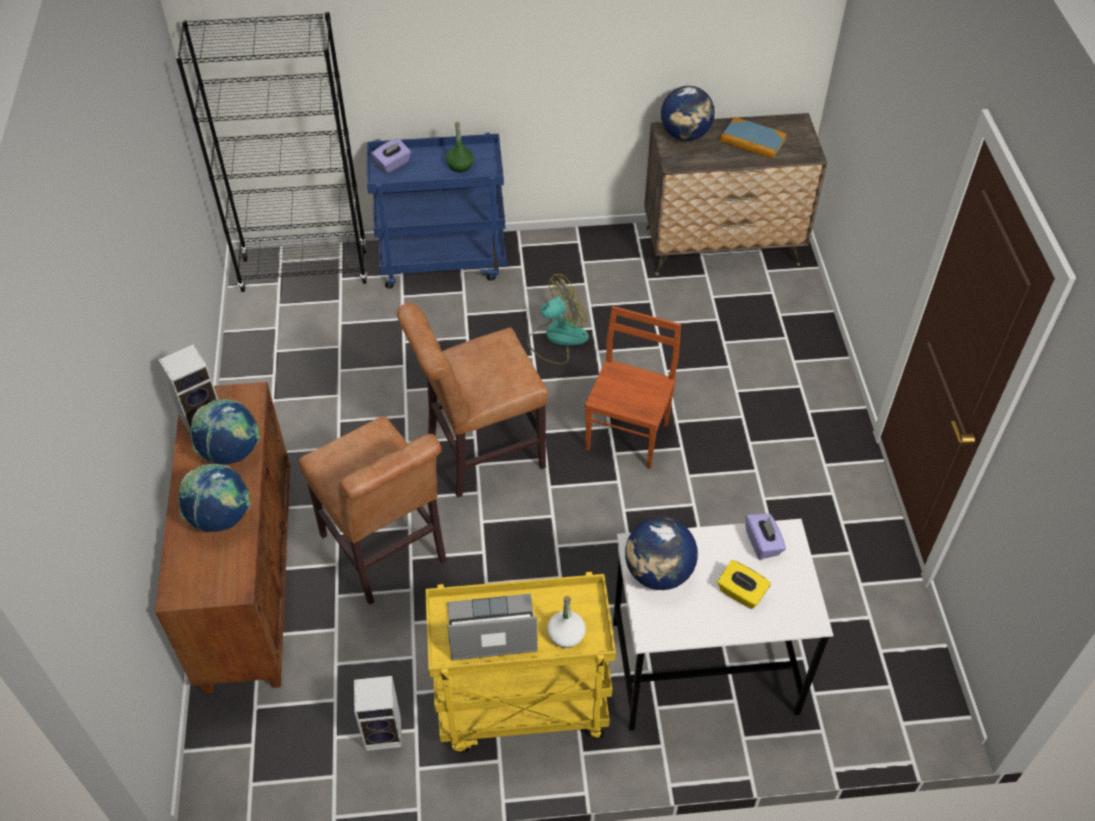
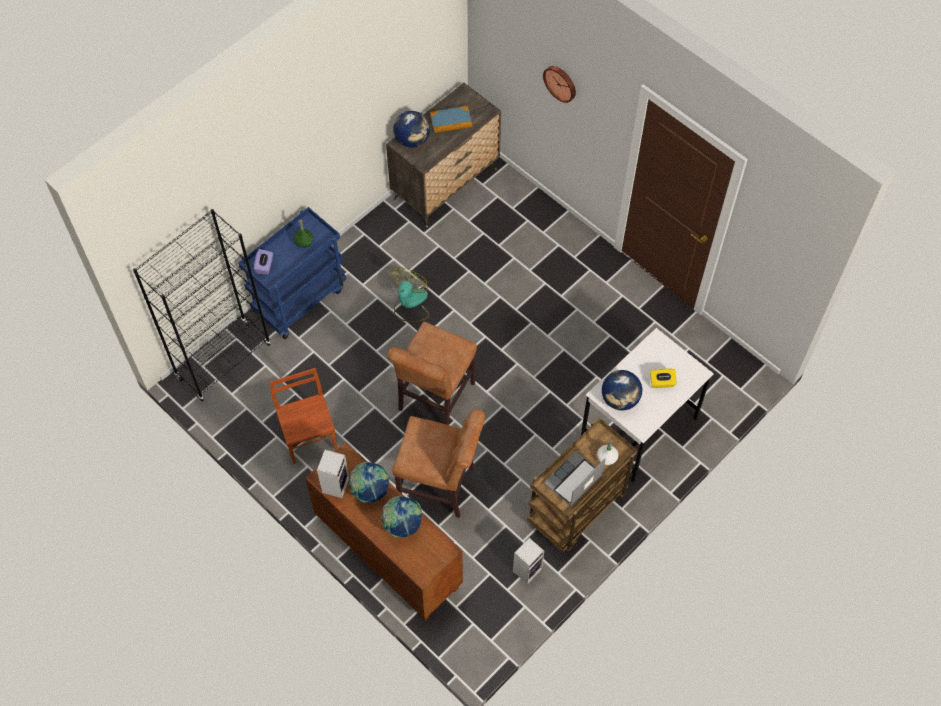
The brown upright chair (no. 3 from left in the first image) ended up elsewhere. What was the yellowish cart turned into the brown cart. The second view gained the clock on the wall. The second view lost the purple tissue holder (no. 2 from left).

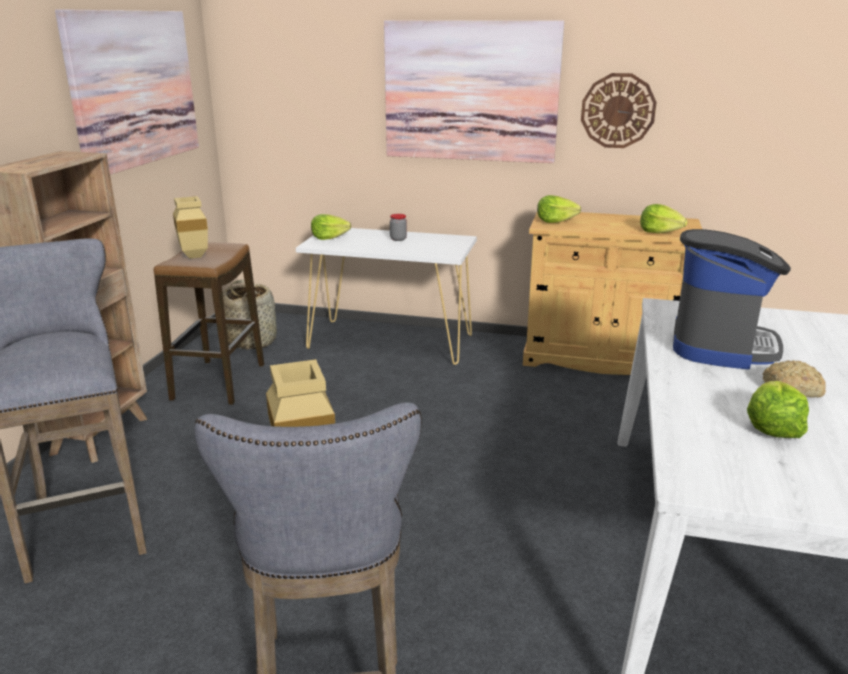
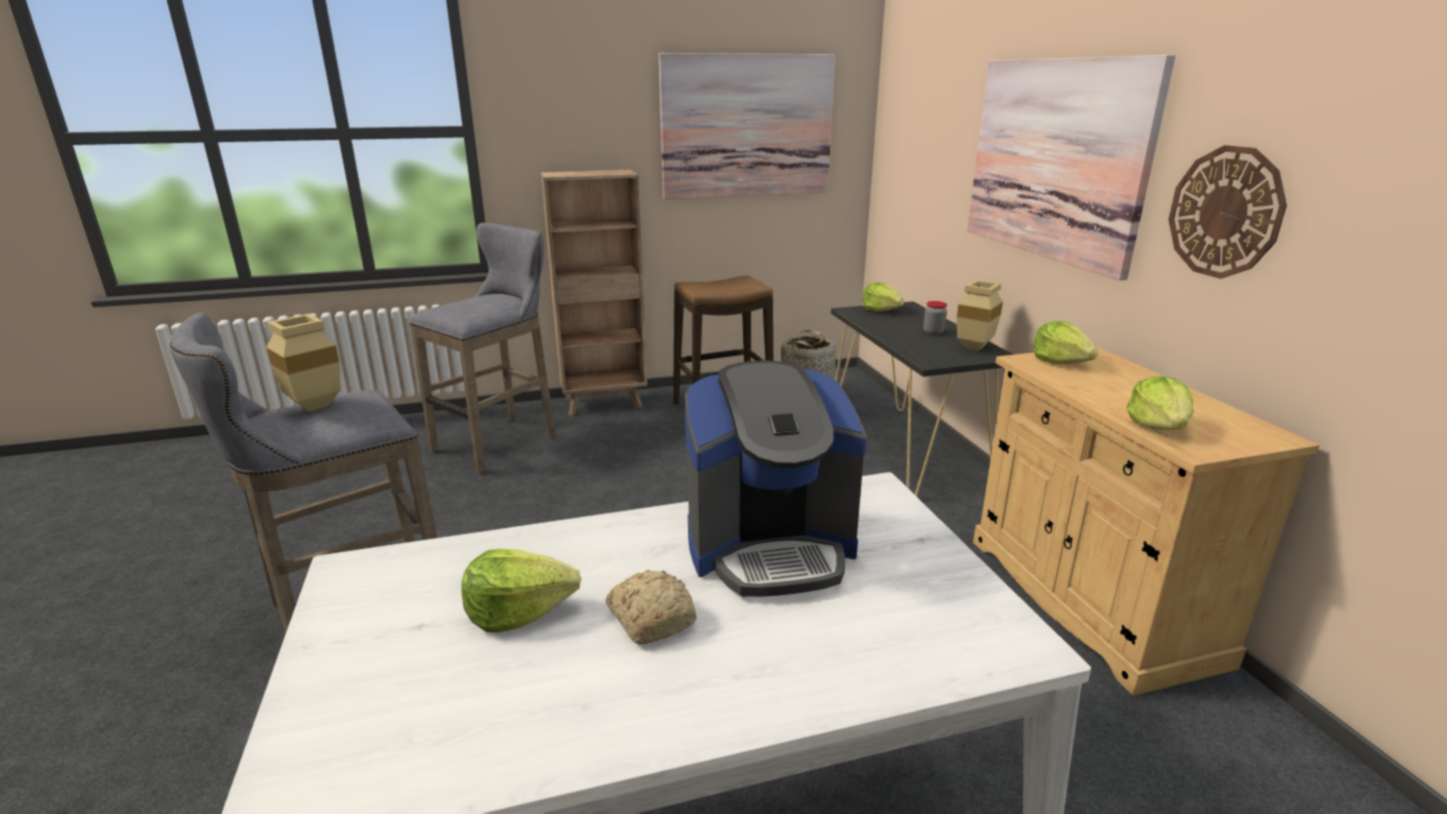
What was the whitish console table turned into the black console table. The beige decorative vase (no. 1 from left in the first image) ended up elsewhere.

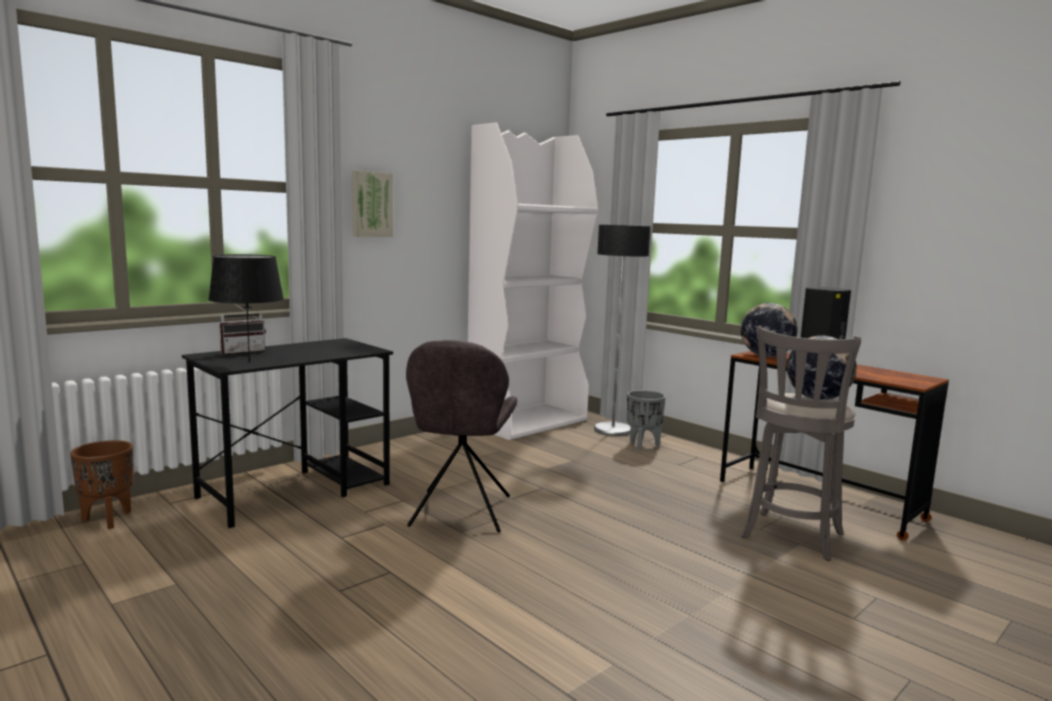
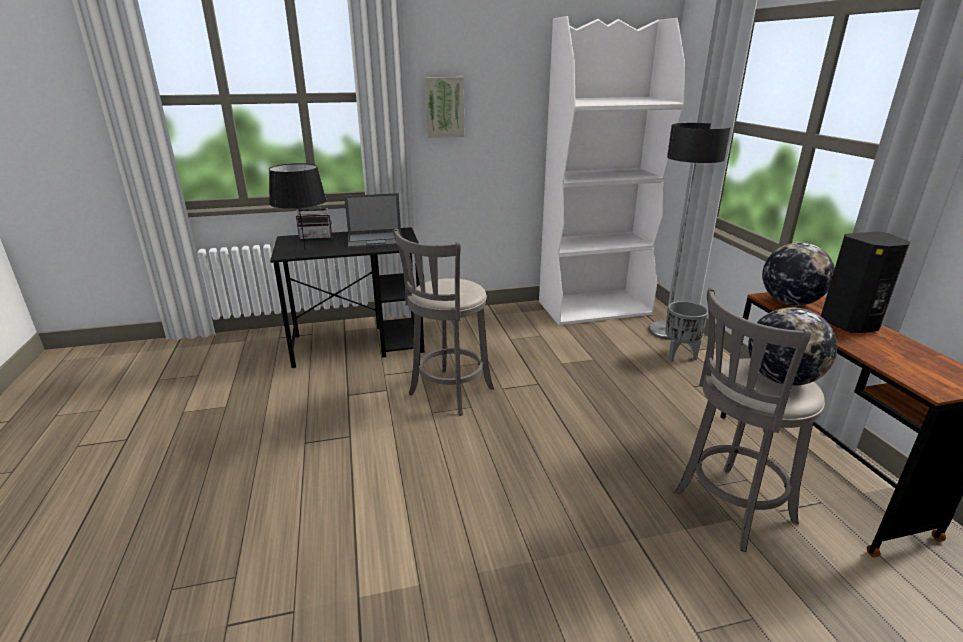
The second view gained the laptop. Where the gray upright chair stood, the gray sitting stool (no. 1 from left) came to stand. The second view lost the brown plant pot.

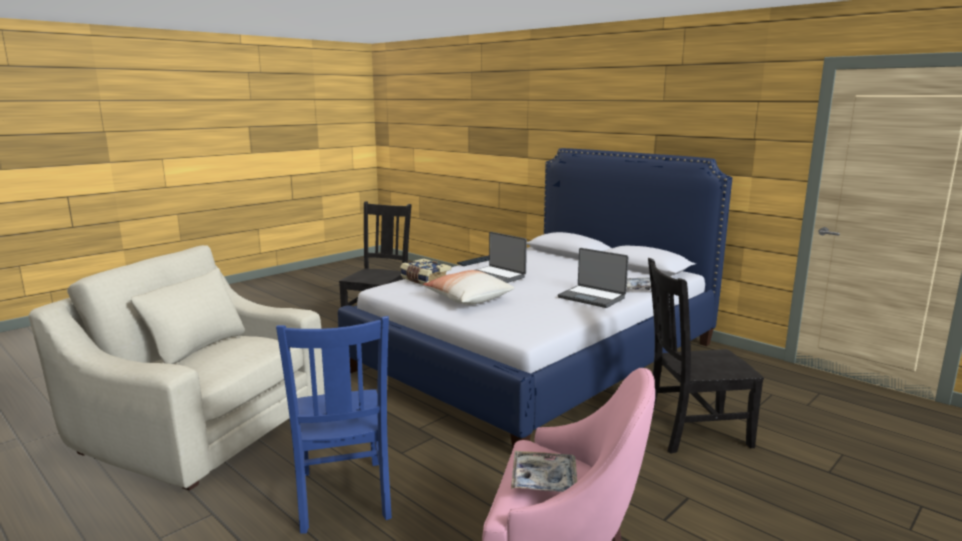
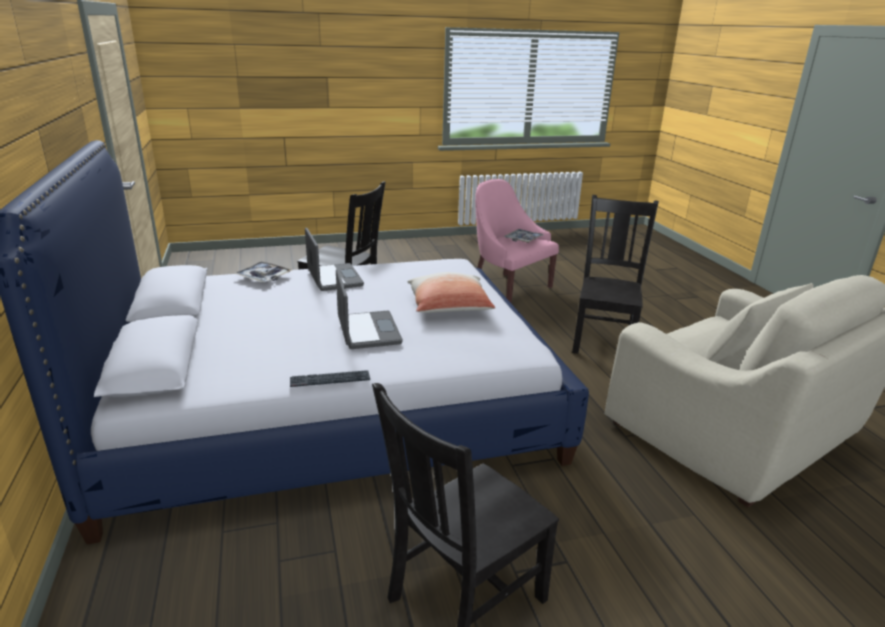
What was the blue-coloured upright chair turned into the black upright chair (no. 3 from left). The second view lost the book.

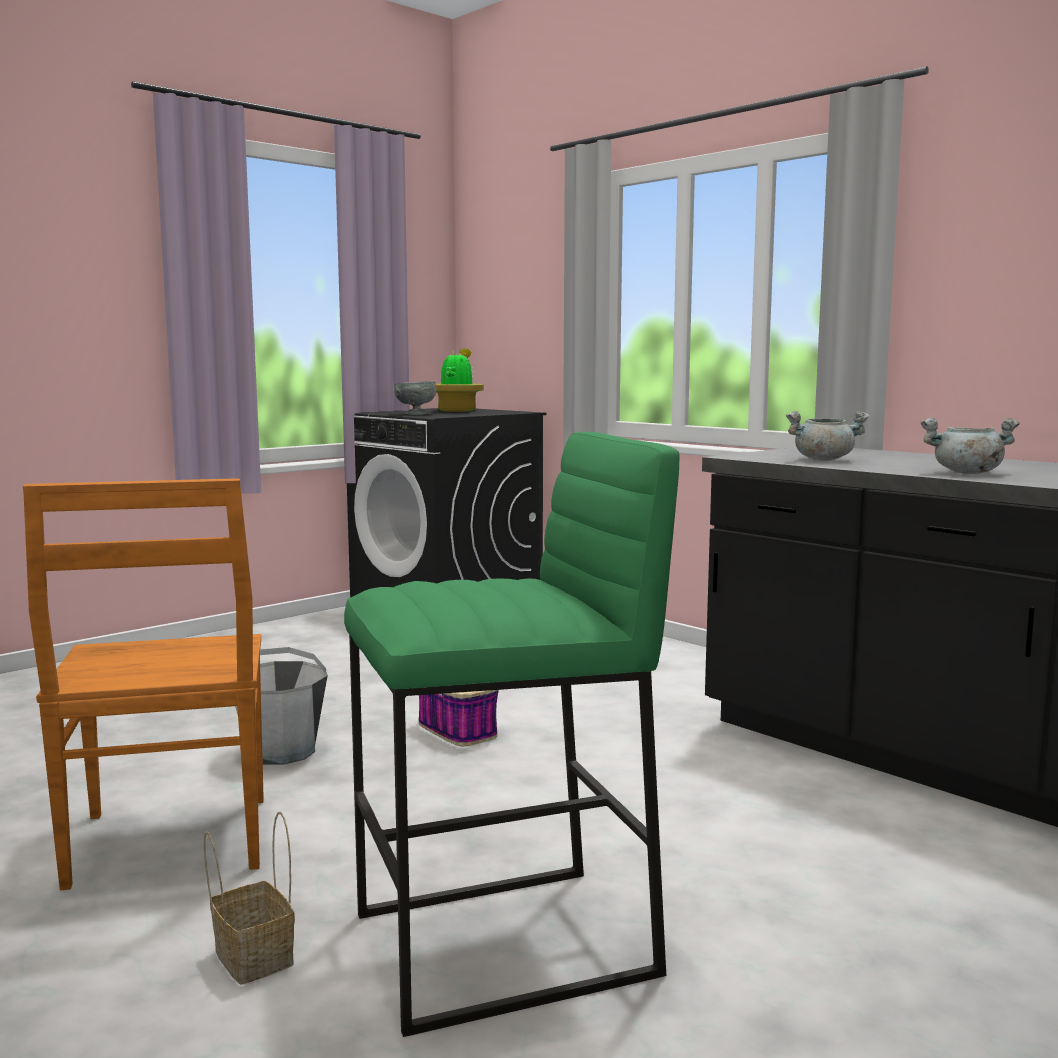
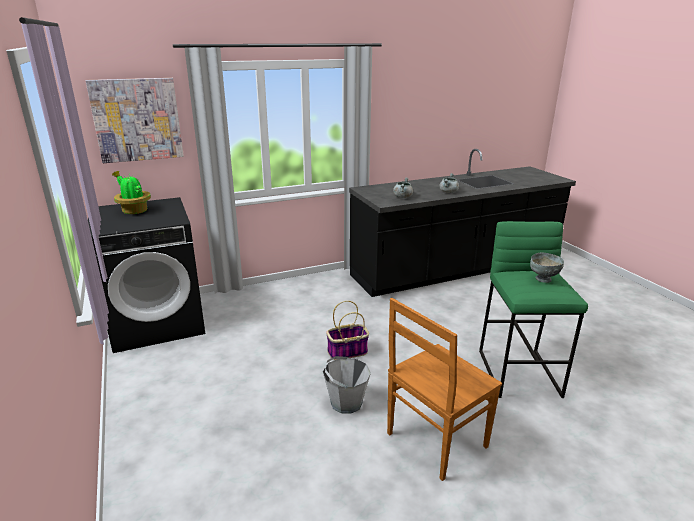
The second view gained the wall picture. The brown upright chair ended up facing another way, 135 degrees clockwise from before. The gray bowl ended up elsewhere. The second view lost the storage basket (no. 1 from left).

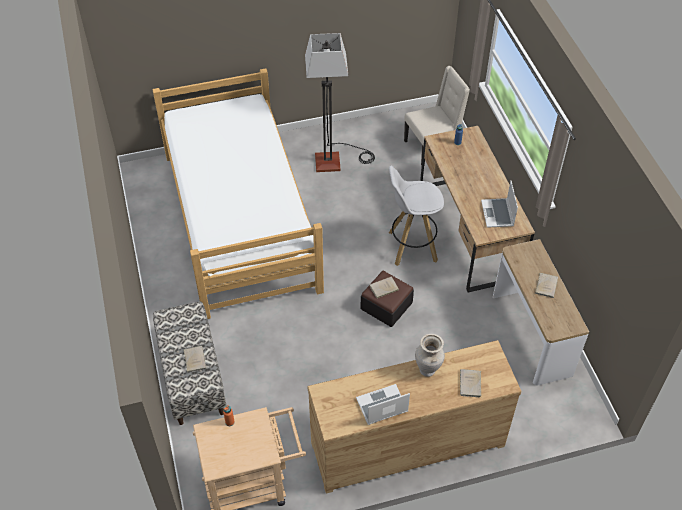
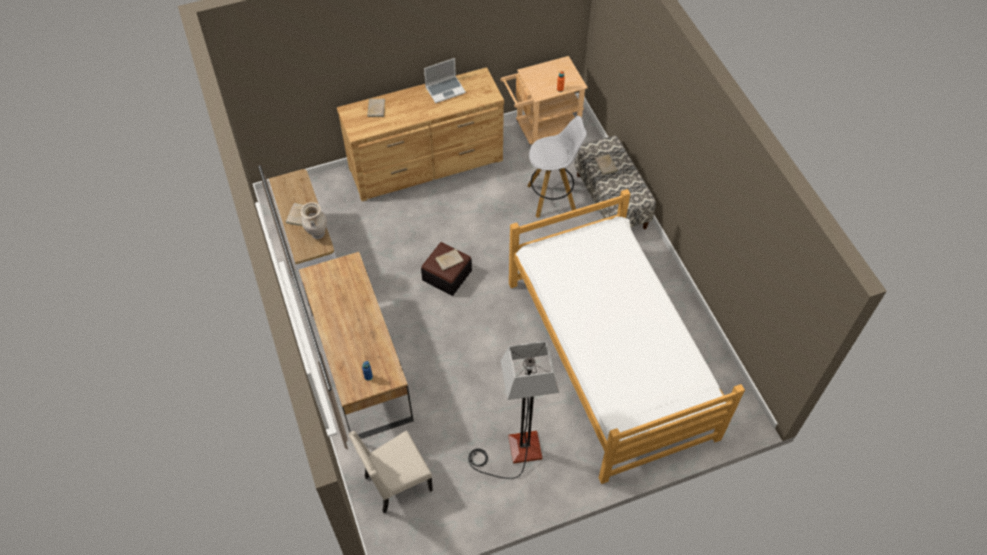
The beige decorative vase ended up elsewhere. The whitish sitting stool ended up elsewhere. The second view lost the laptop (no. 2 from left).

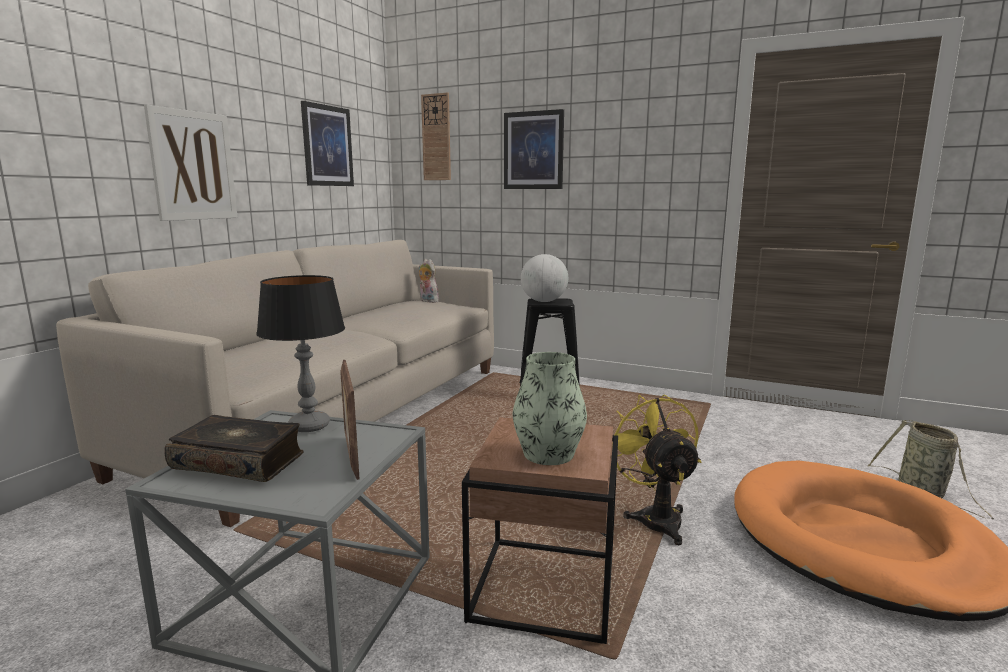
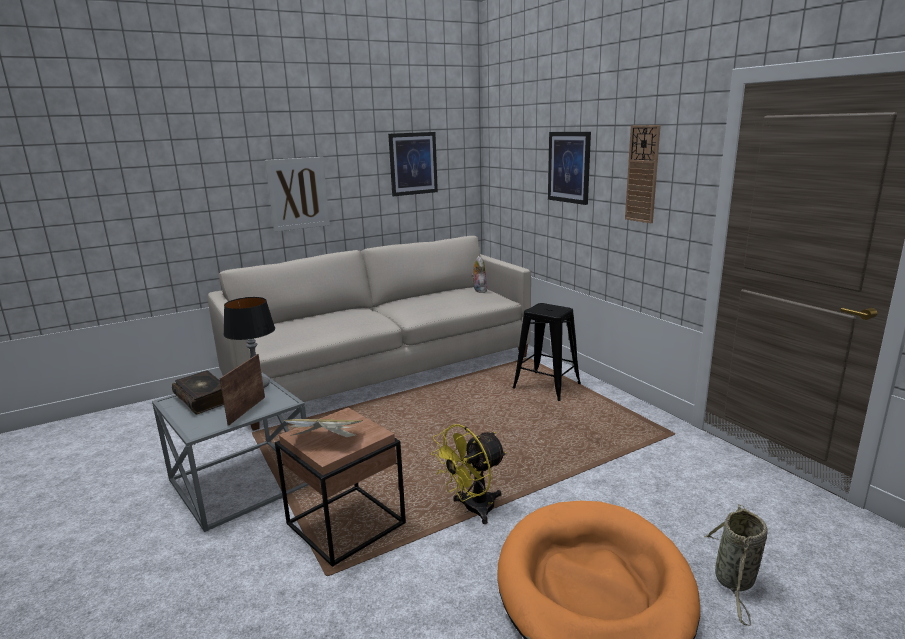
Where the decorative vase stood, the book (no. 2 from left) came to stand. The yellowish fan ended up facing another way, 150 degrees counterclockwise from before. The clock on the wall ended up elsewhere. The second view lost the globe.

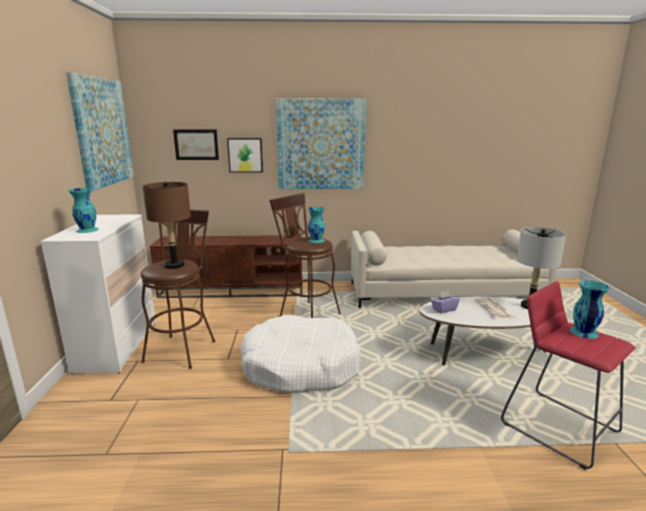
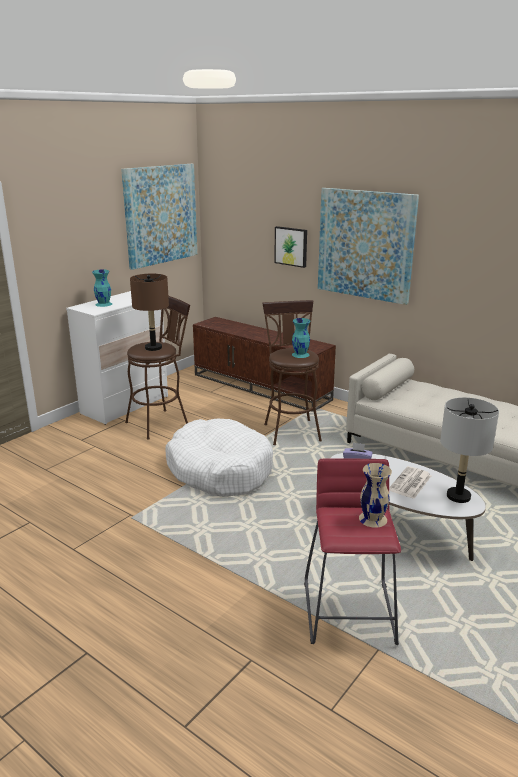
What was the turquoise-coloured decorative vase (no. 3 from left) turned into the beige decorative vase. The second view lost the wall picture (no. 2 from left).

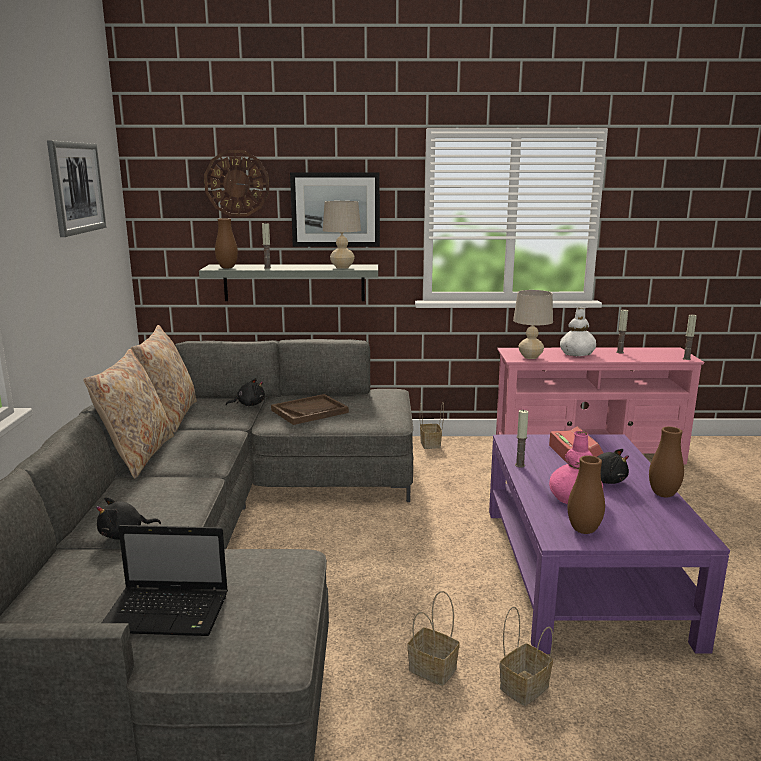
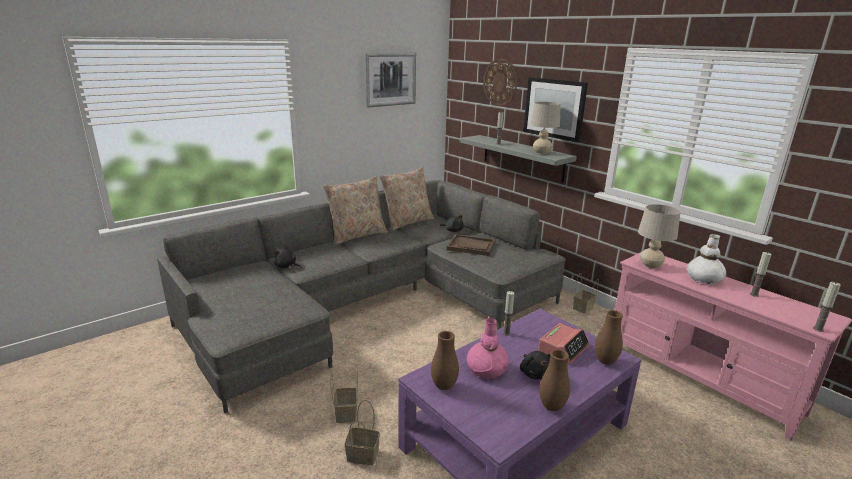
The brown decorative vase (no. 1 from left in the first image) ended up elsewhere. The second view lost the laptop.

